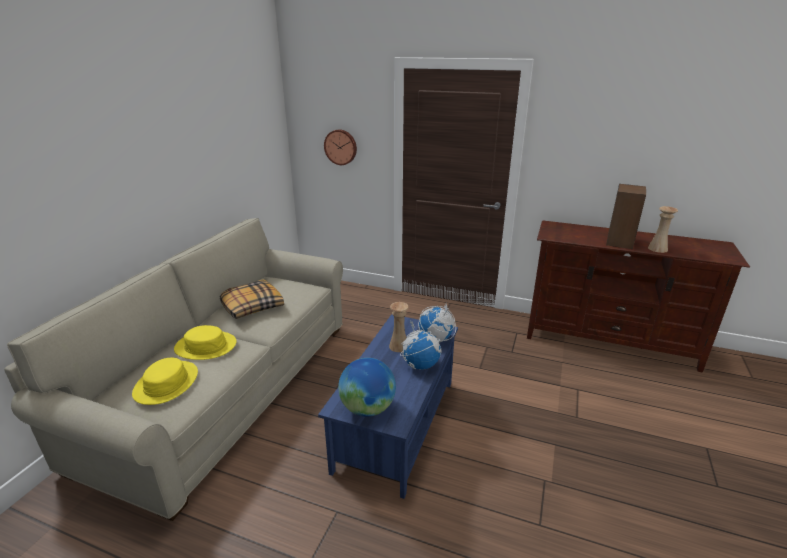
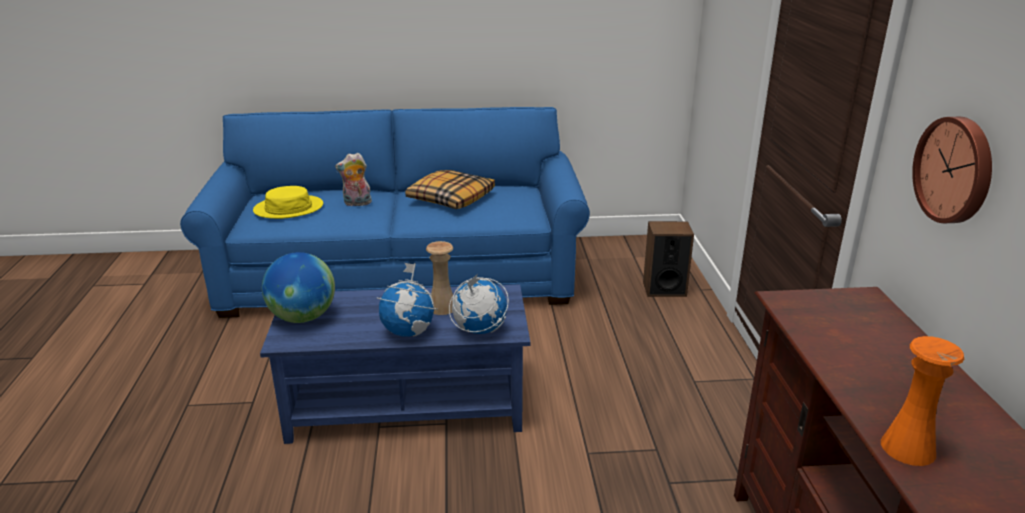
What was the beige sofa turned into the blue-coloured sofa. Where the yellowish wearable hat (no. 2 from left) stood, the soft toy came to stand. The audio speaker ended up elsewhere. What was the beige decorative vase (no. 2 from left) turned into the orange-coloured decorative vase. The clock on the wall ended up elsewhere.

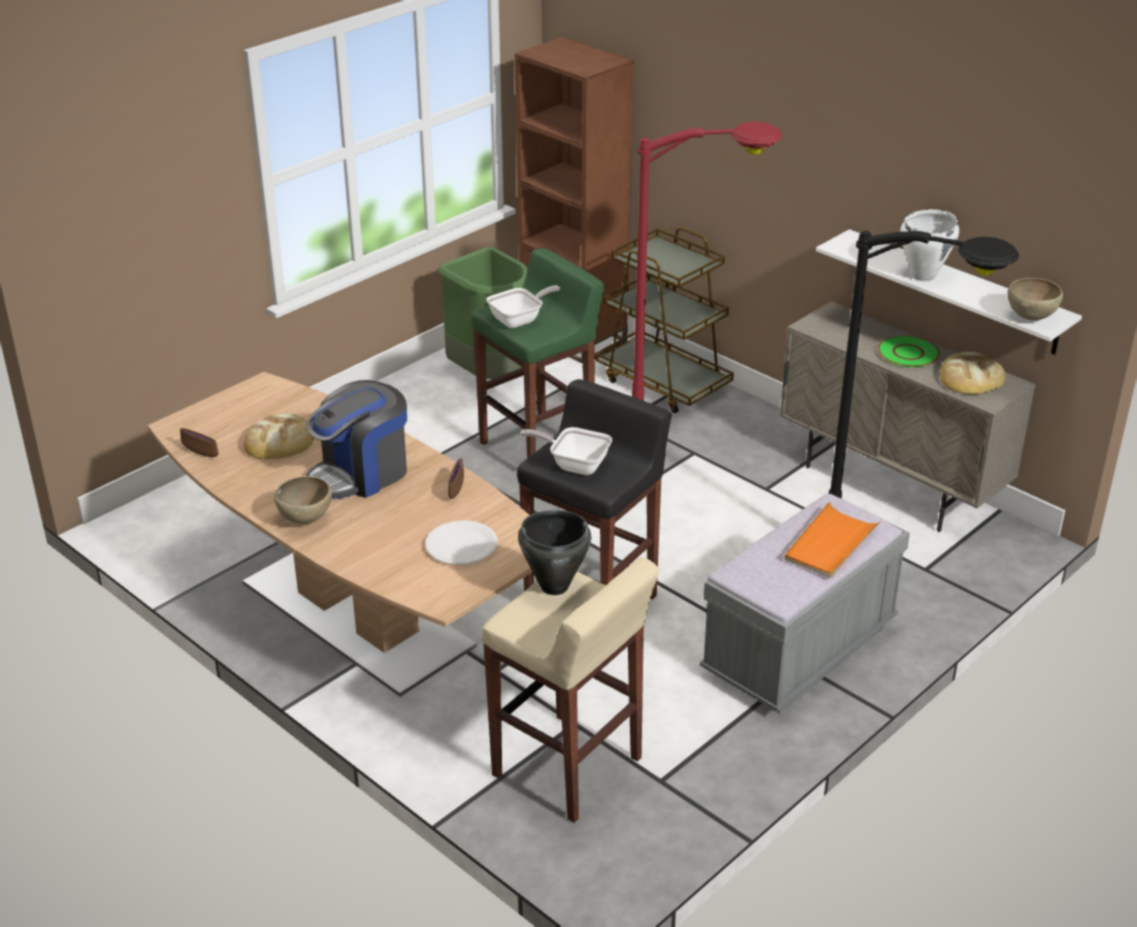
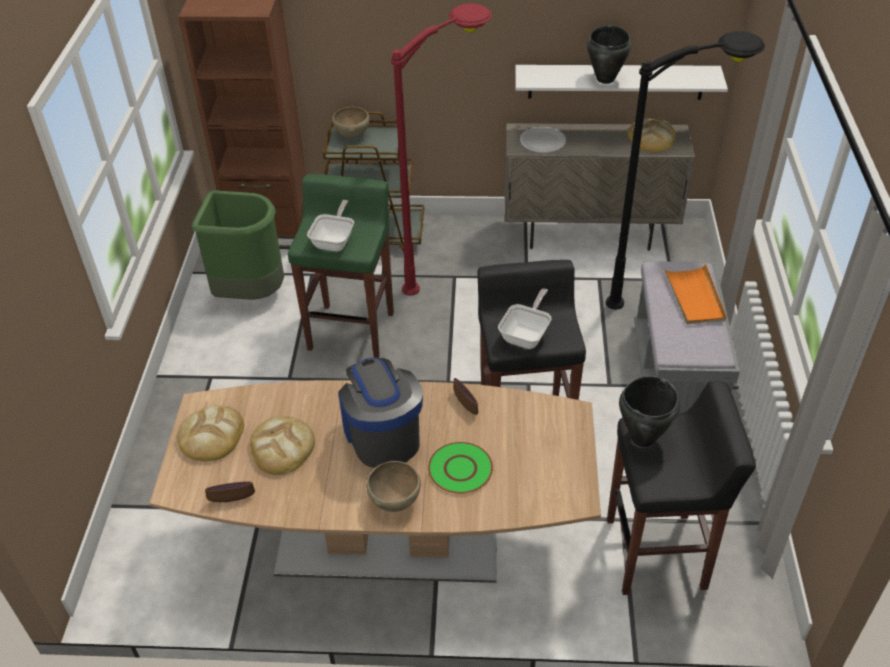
The second view gained the bread (no. 1 from left). The brown bowl (no. 4 from left in the first image) ended up elsewhere. The coffee maker ended up facing another way, 150 degrees clockwise from before. The green plate ended up elsewhere. The skillet (no. 2 from left) ended up facing another way, 135 degrees clockwise from before. The whitish plate ended up elsewhere. What was the whitish stockpot turned into the black stockpot (no. 1 from left). What was the beige sitting stool turned into the black sitting stool (no. 2 from left).

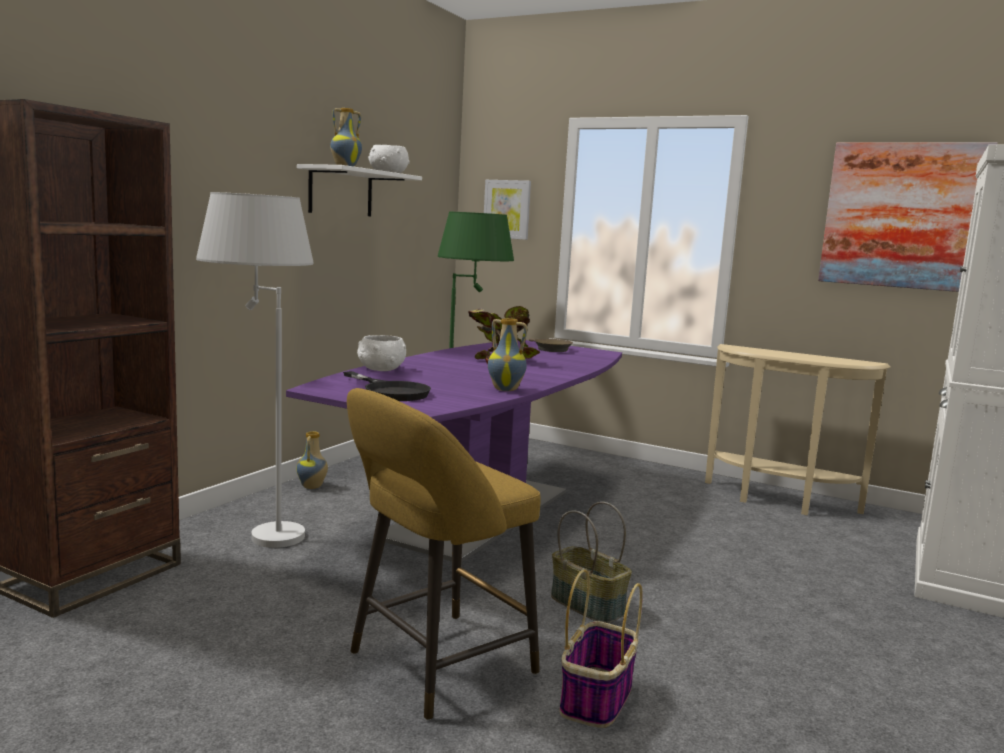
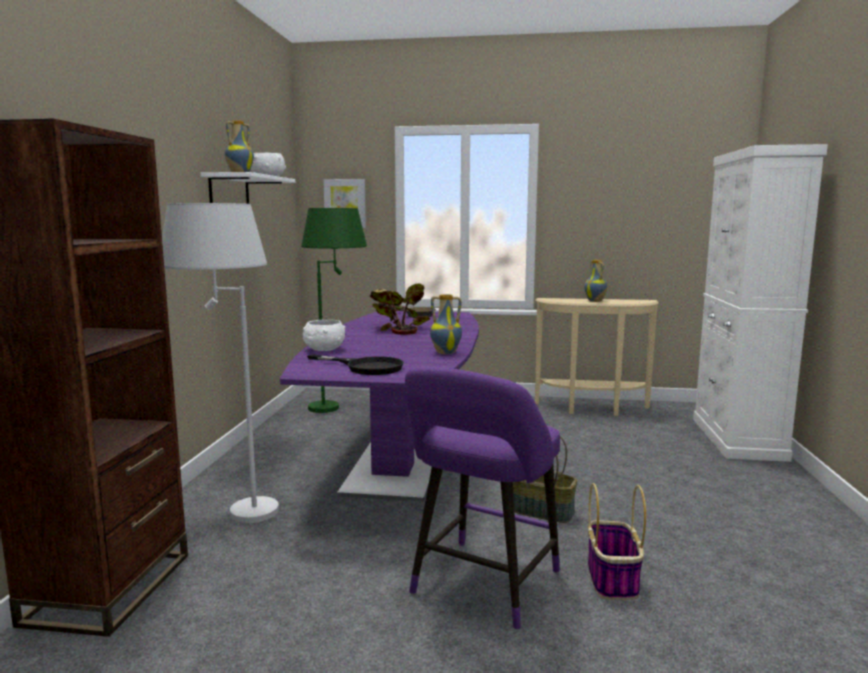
What was the yellowish sitting stool turned into the purple sitting stool. The decorative vase (no. 1 from left in the first image) ended up elsewhere. The second view lost the wall picture (no. 2 from left).

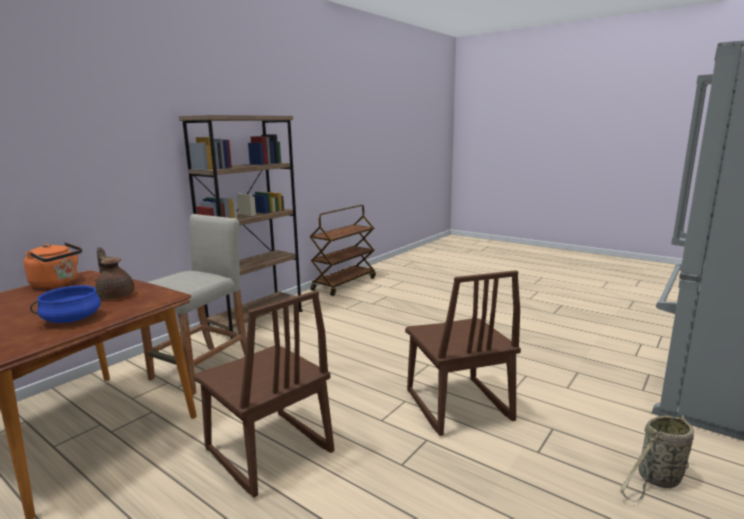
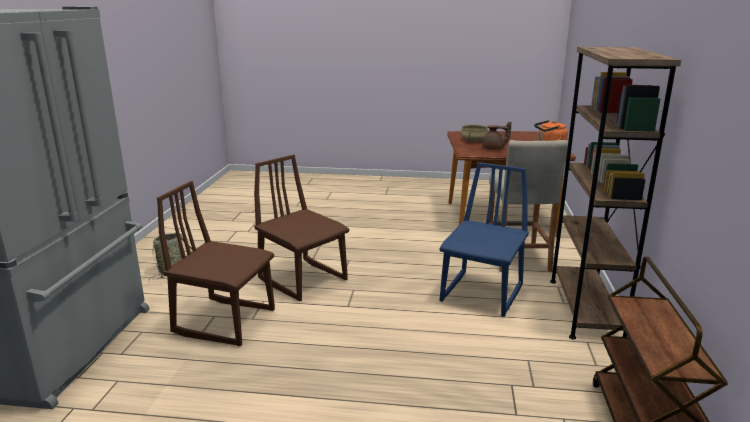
The brown upright chair (no. 1 from left) ended up elsewhere. The second view gained the blue-coloured upright chair. What was the blue-coloured stockpot turned into the beige stockpot.

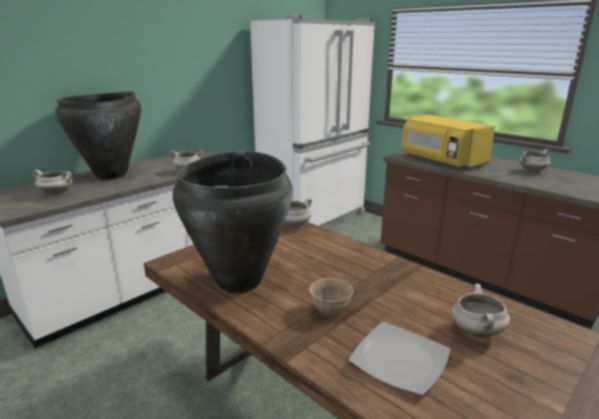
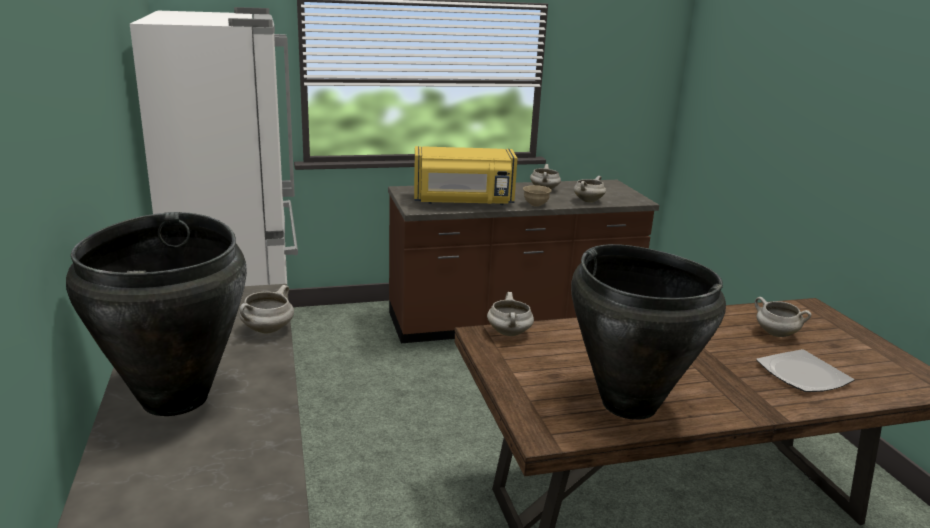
The beige bowl ended up elsewhere. The whitish stockpot (no. 1 from left in the first image) ended up elsewhere.

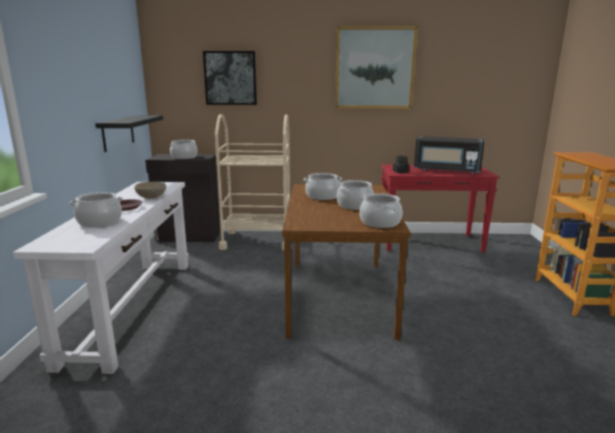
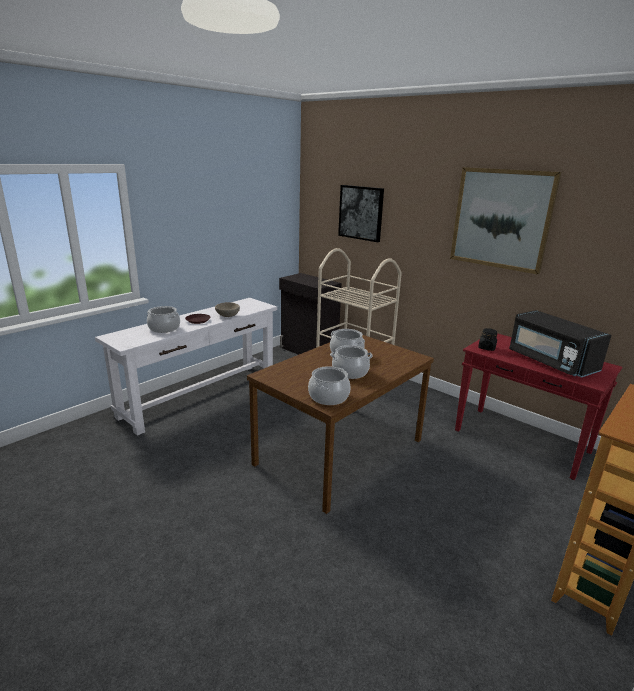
The second view lost the black bracket shelf. The second view lost the stockpot (no. 2 from left).

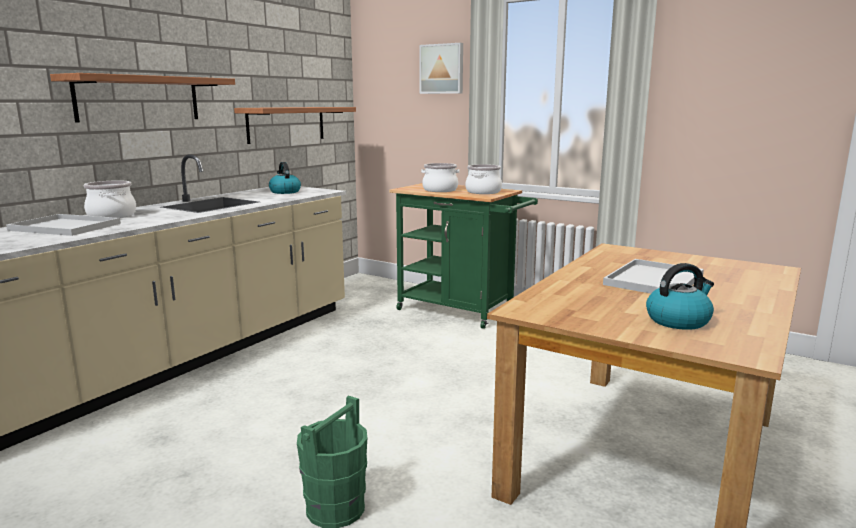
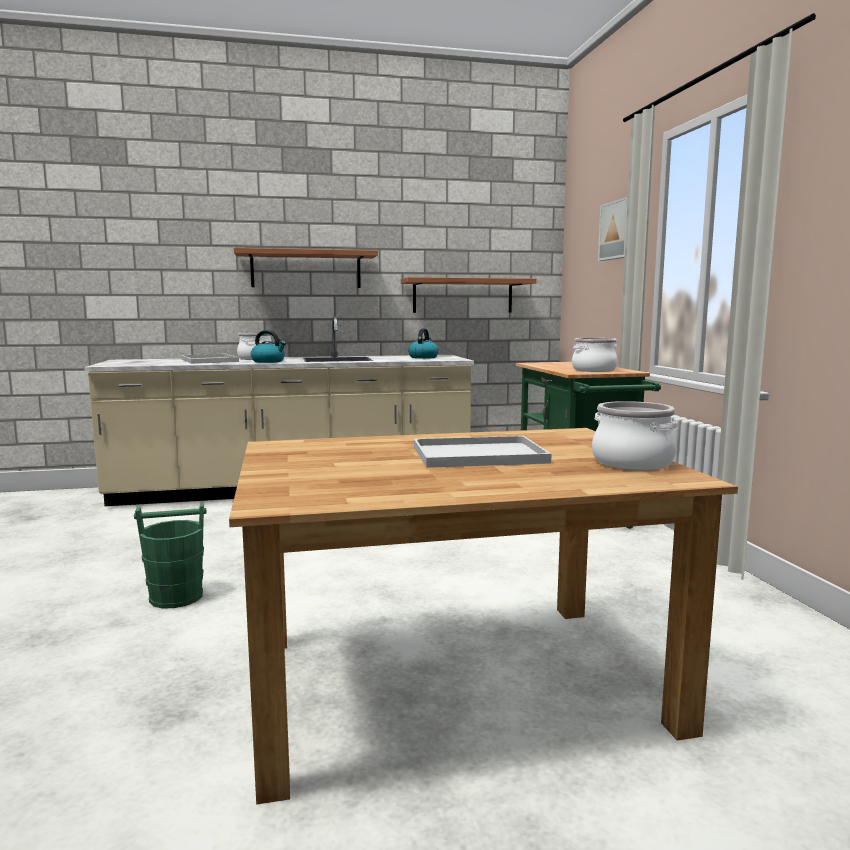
The water kettle (no. 2 from left in the first image) ended up elsewhere. The stockpot (no. 2 from left in the first image) ended up elsewhere.

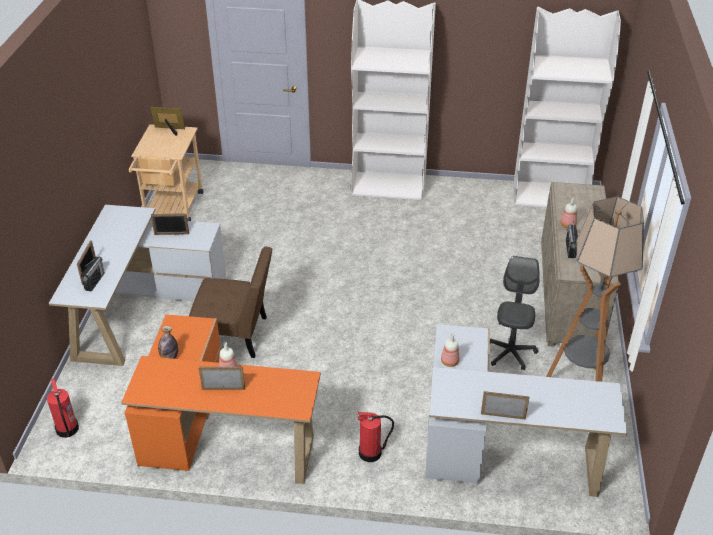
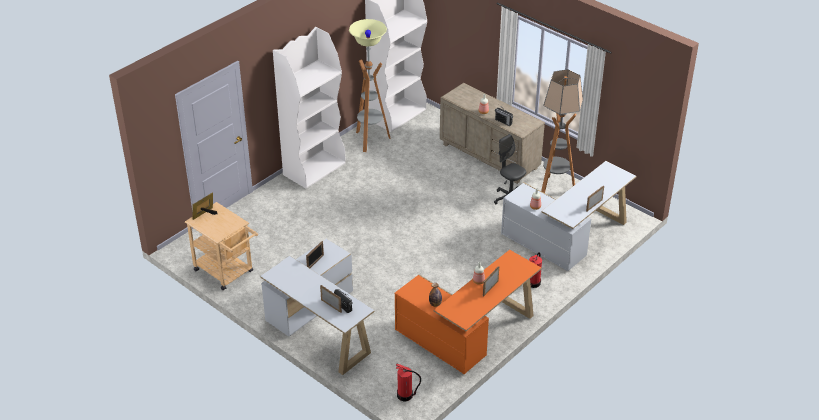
The second view gained the standard lamp (no. 1 from left). The second view lost the brown upright chair.

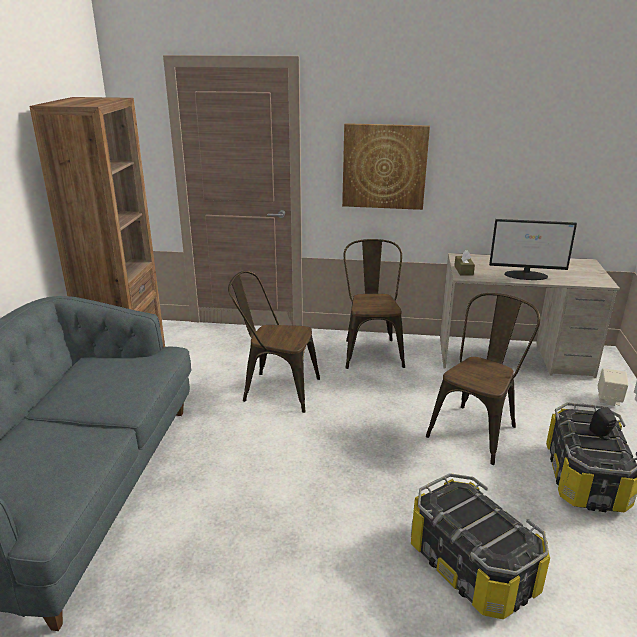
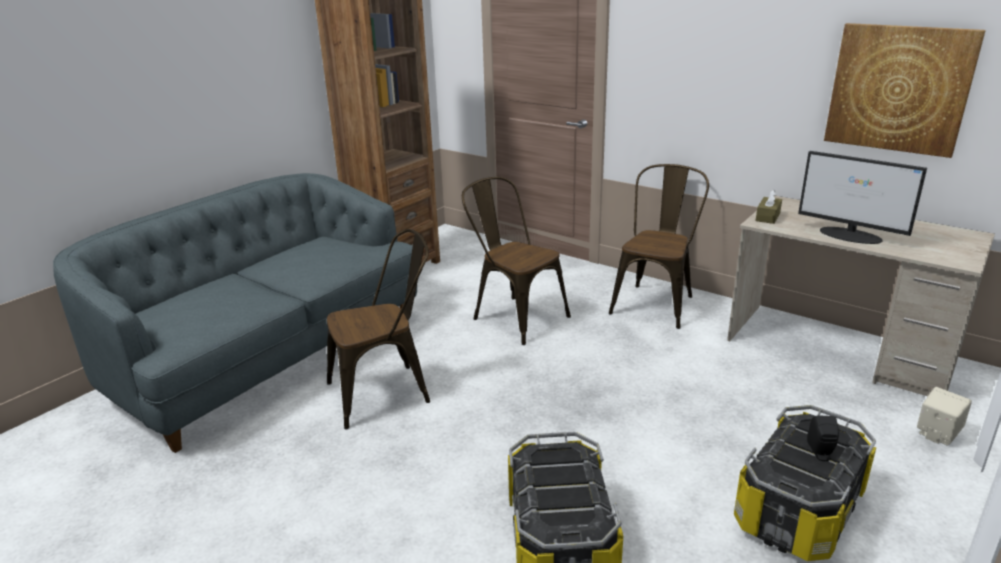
The brown upright chair (no. 3 from left in the first image) ended up elsewhere. The wall picture ended up elsewhere.

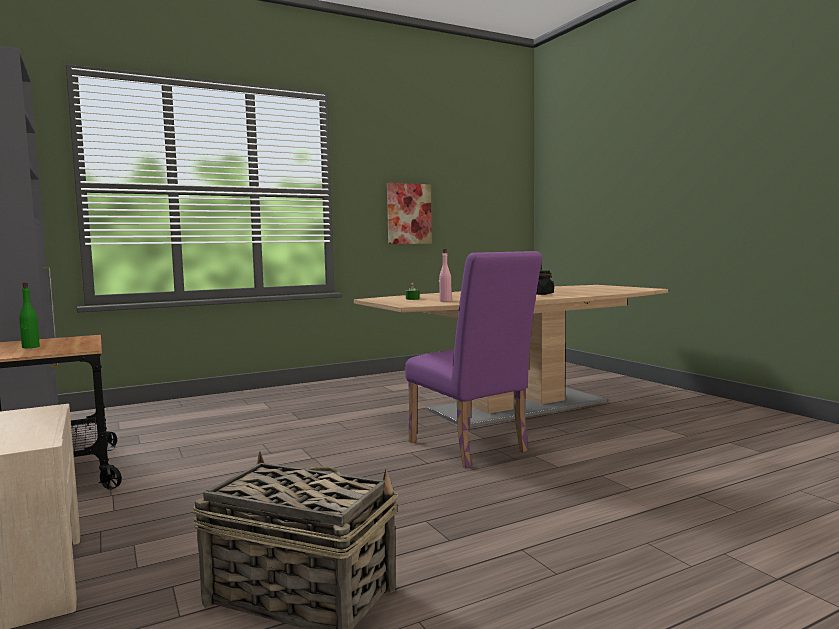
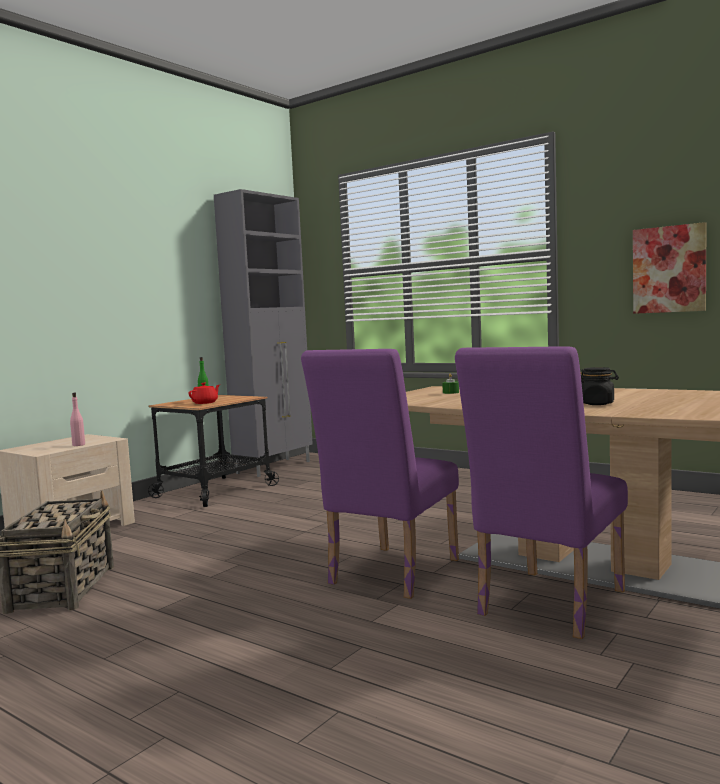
The pink-coloured drink bottle ended up elsewhere. The second view gained the red-coloured pot for tea. The second view gained the purple upright chair (no. 2 from left).

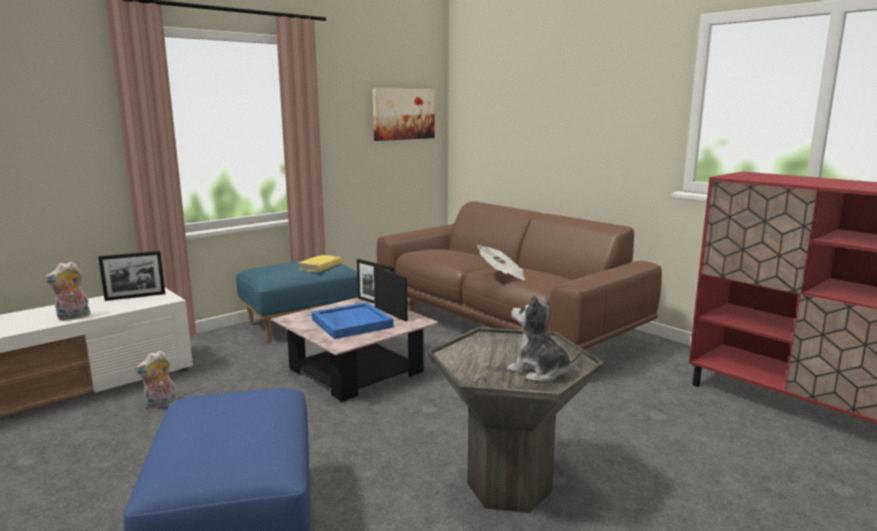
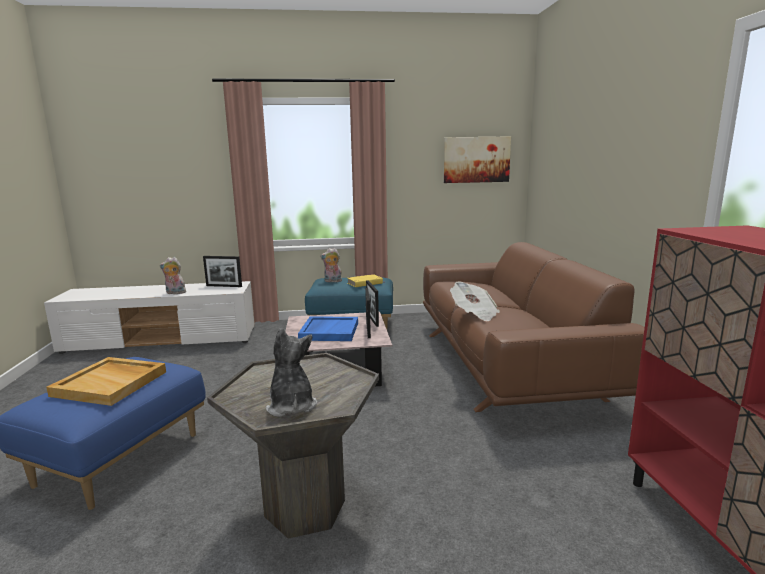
The second view gained the beige serving tray. The soft toy (no. 2 from left in the first image) ended up elsewhere.

